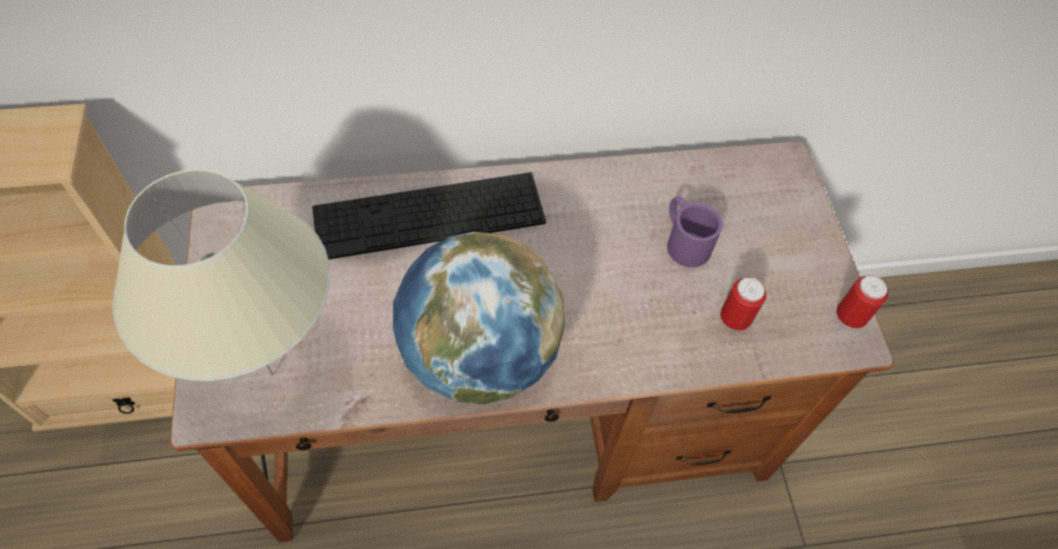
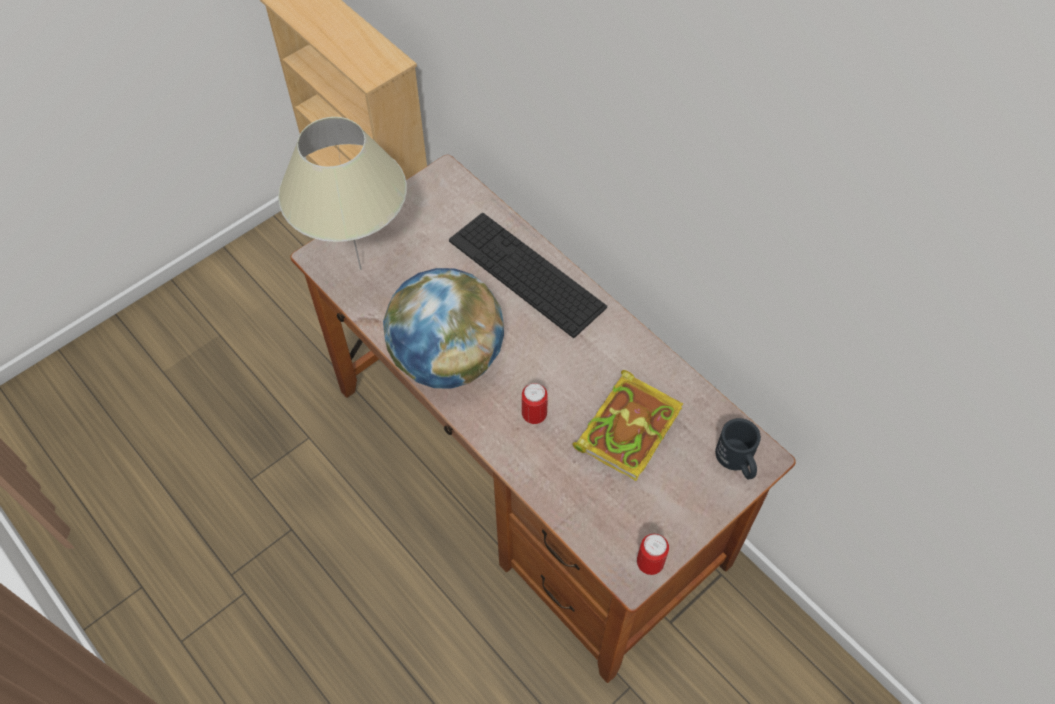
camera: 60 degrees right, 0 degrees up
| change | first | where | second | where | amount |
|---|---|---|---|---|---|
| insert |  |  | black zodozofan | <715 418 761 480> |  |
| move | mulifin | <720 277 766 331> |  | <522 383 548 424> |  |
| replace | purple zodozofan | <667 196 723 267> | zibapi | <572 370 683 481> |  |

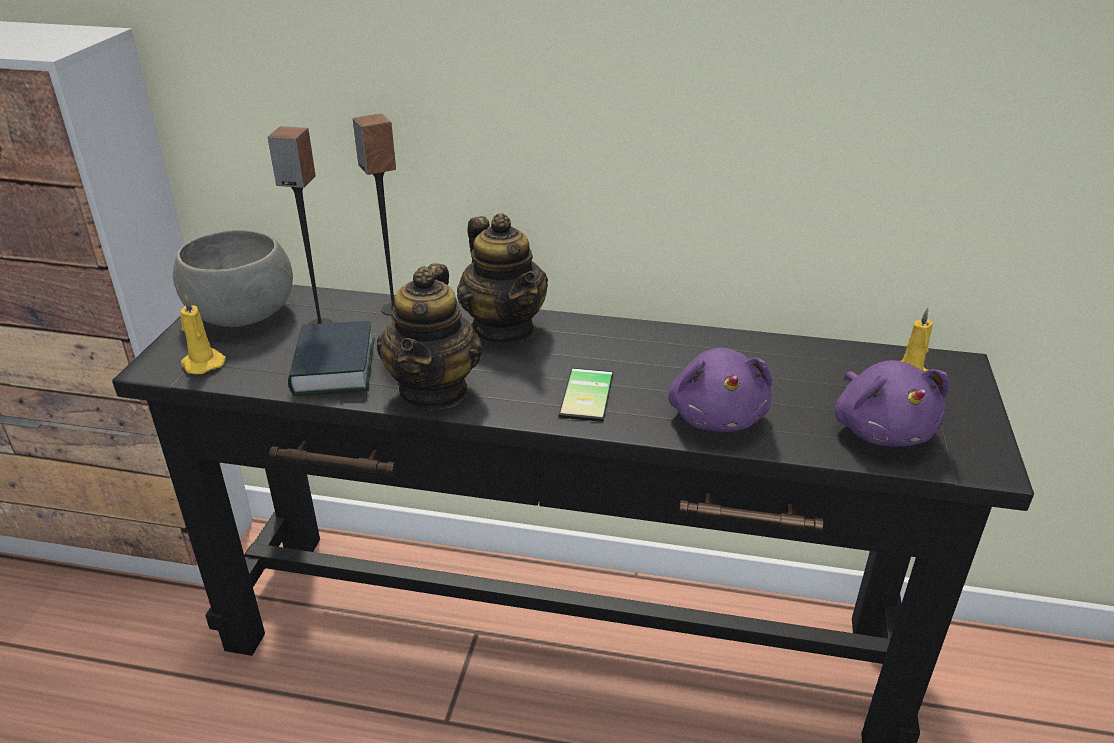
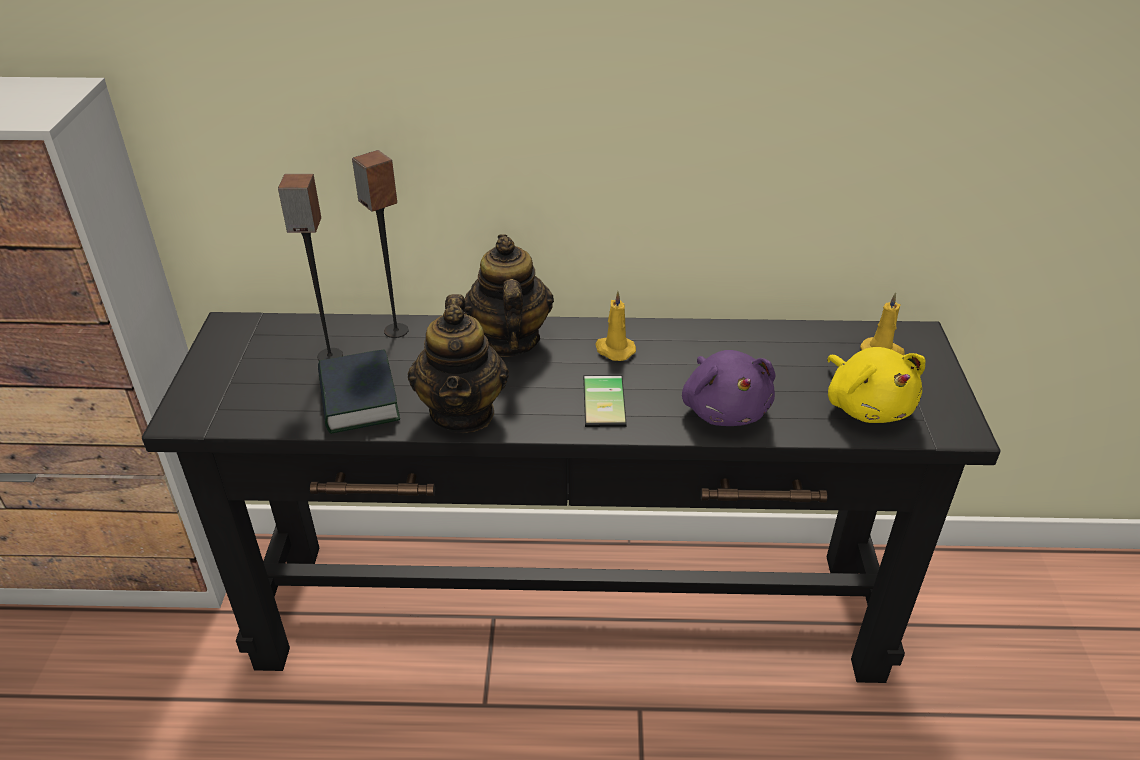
camera: 10 degrees left, 5 degrees up
| change | first | where | second | where | amount |
|---|---|---|---|---|---|
| delete | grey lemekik | <173 230 293 327> |  |  |  |
| move | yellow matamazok | <180 294 226 374> |  | <596 291 636 361> |  |
| recolor | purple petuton | <835 360 949 447> | yellow petuton | <827 347 925 423> |  |
| rotate | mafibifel | <457 213 548 344> |  | <465 234 554 357> | 150 degrees counterclockwise |

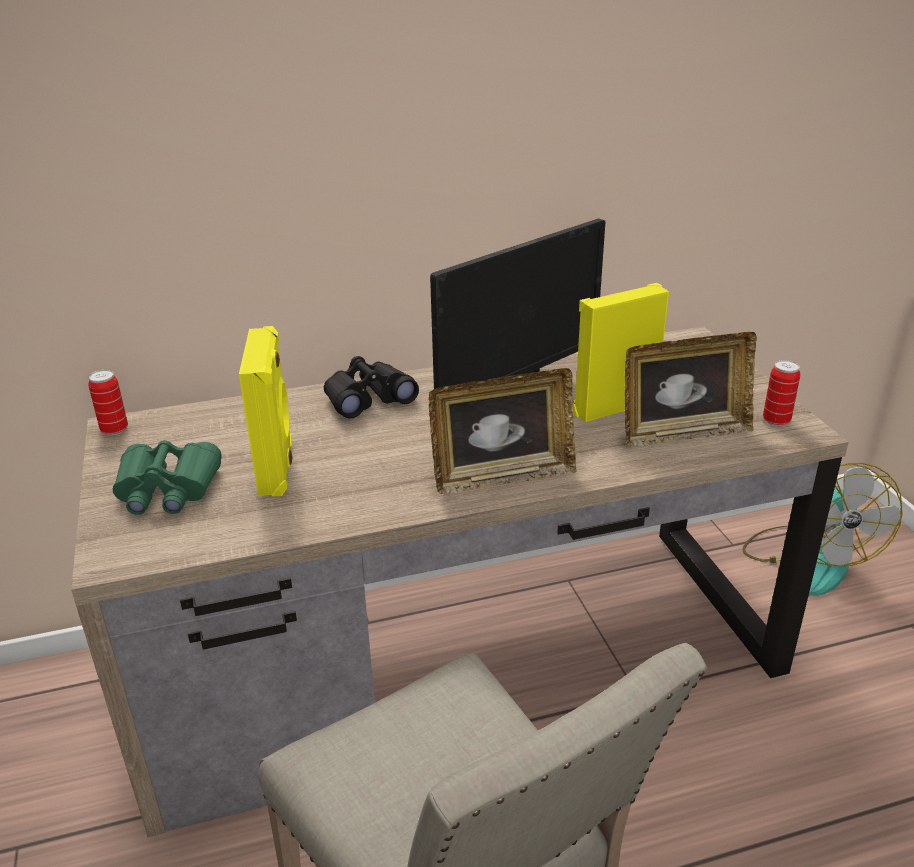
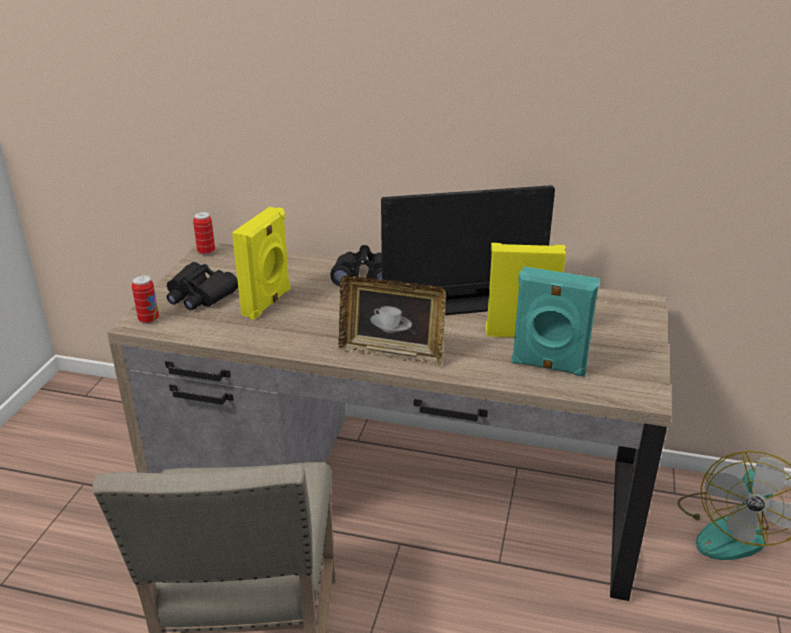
camera: 30 degrees right, 0 degrees up
| change | first | where | second | where | amount |
|---|---|---|---|---|---|
| move | mulifin | <763 360 800 426> |  | <132 275 159 324> |  |
| replace | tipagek | <625 332 757 446> | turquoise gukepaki | <511 266 599 377> |  |
| recolor | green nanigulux | <113 440 222 515> | black nanigulux | <167 262 238 310> |  |

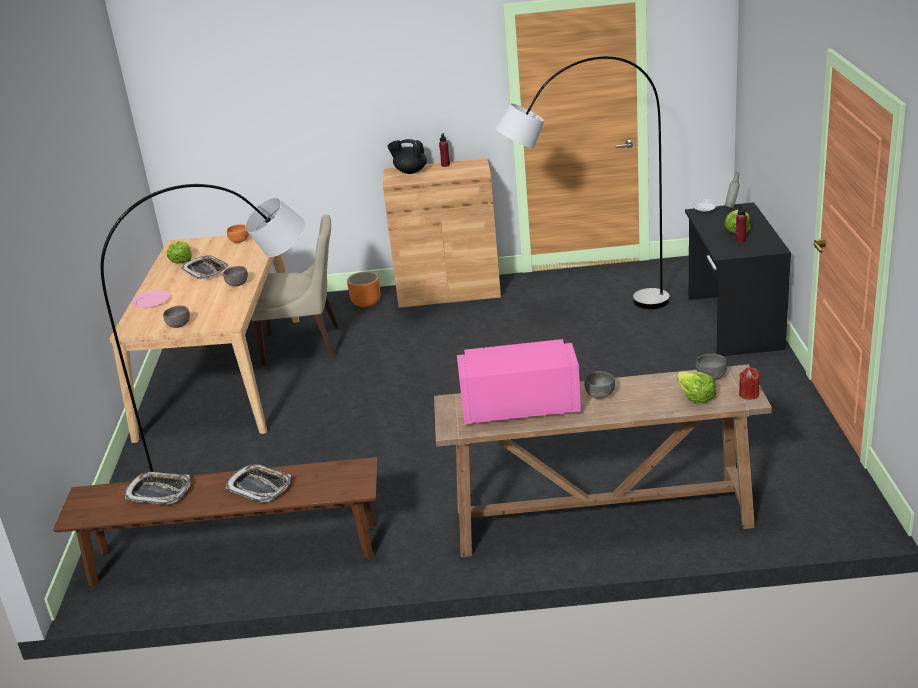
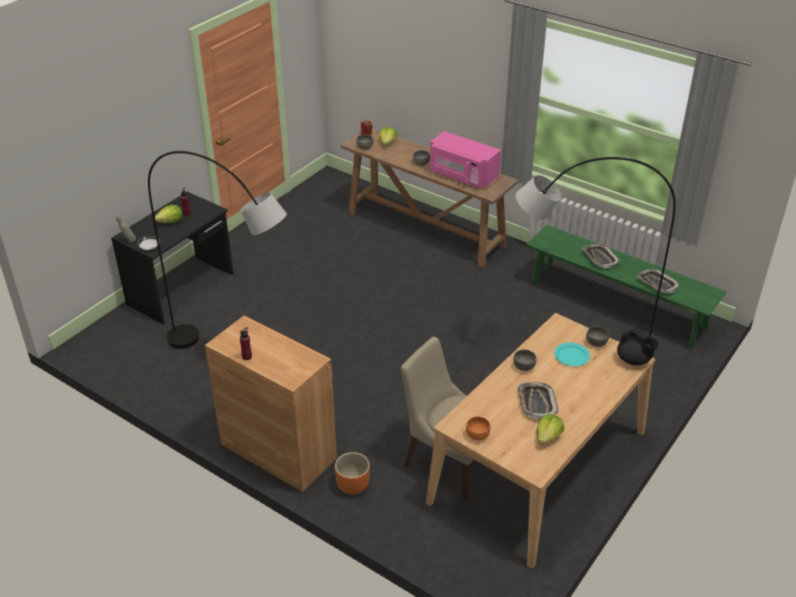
camera: 145 degrees left, 10 degrees up
| change | first | where | second | where | amount |
|---|---|---|---|---|---|
| delete | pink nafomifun | <131 290 171 308> |  |  |  |
| insert |  |  | turquoise nafomifun | <554 342 590 366> |  |
| move | black mafibifel | <387 139 427 174> |  | <617 328 659 365> |  |
| recolor | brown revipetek | <53 457 378 587> | green revipetek | <526 225 727 348> |  |

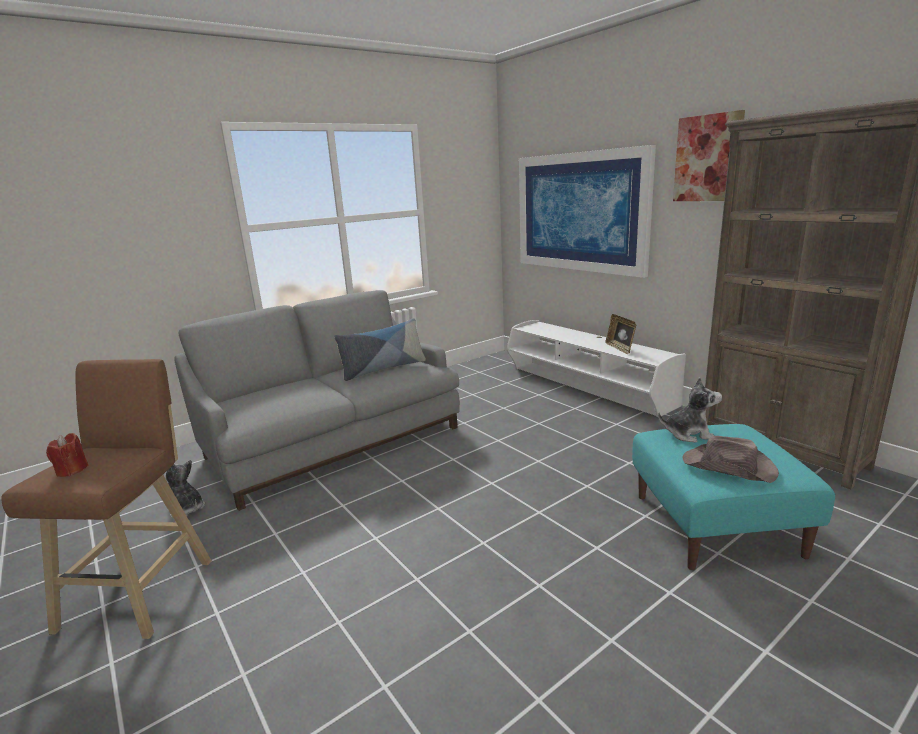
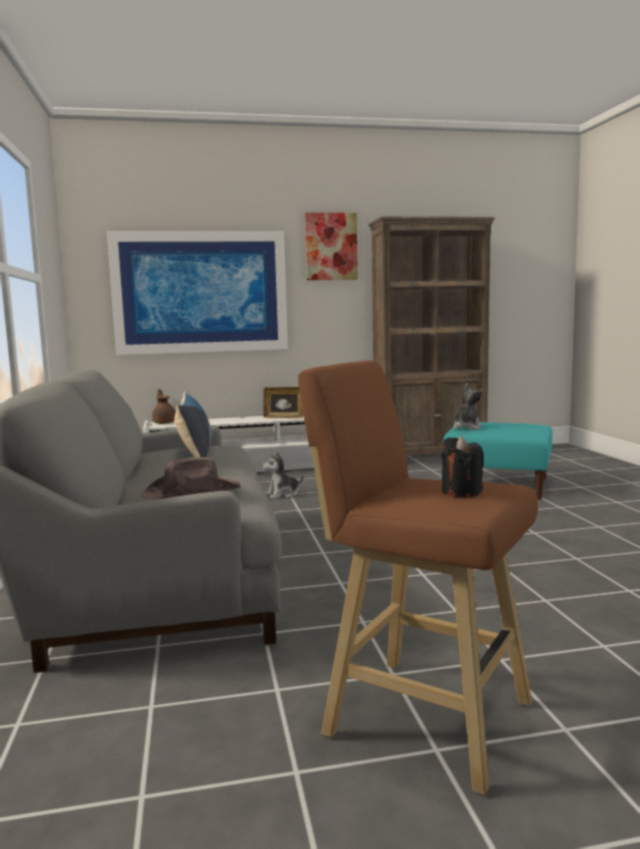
camera: 65 degrees left, 10 degrees down
| change | first | where | second | where | amount |
|---|---|---|---|---|---|
| insert |  |  | brown mafibifel | <152 389 176 424> |  |
| move | petuton | <165 460 205 517> |  | <262 452 304 499> |  |
| move | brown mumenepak | <682 436 779 483> |  | <140 457 241 500> |  |
| recolor | red matamazok | <46 433 88 477> | black matamazok | <442 436 484 497> |  |

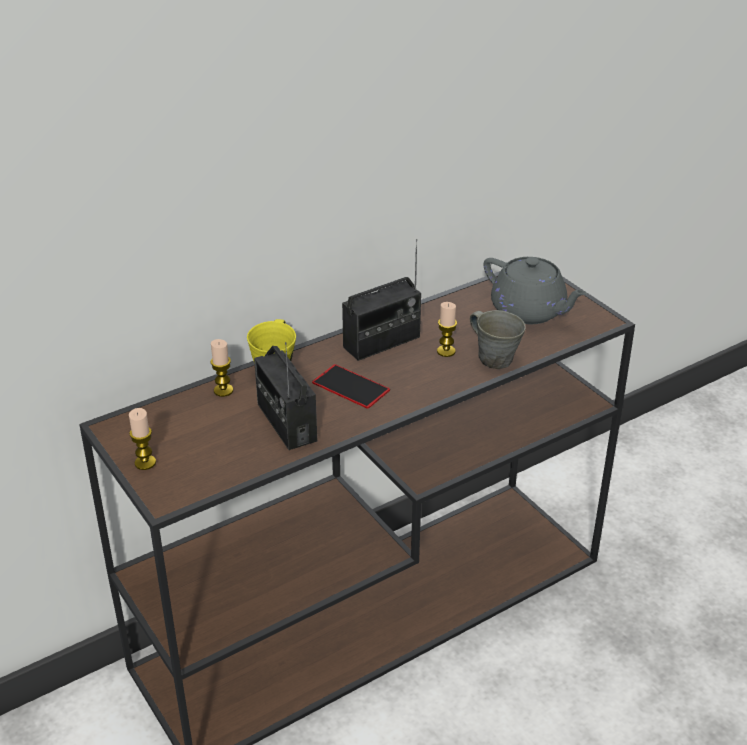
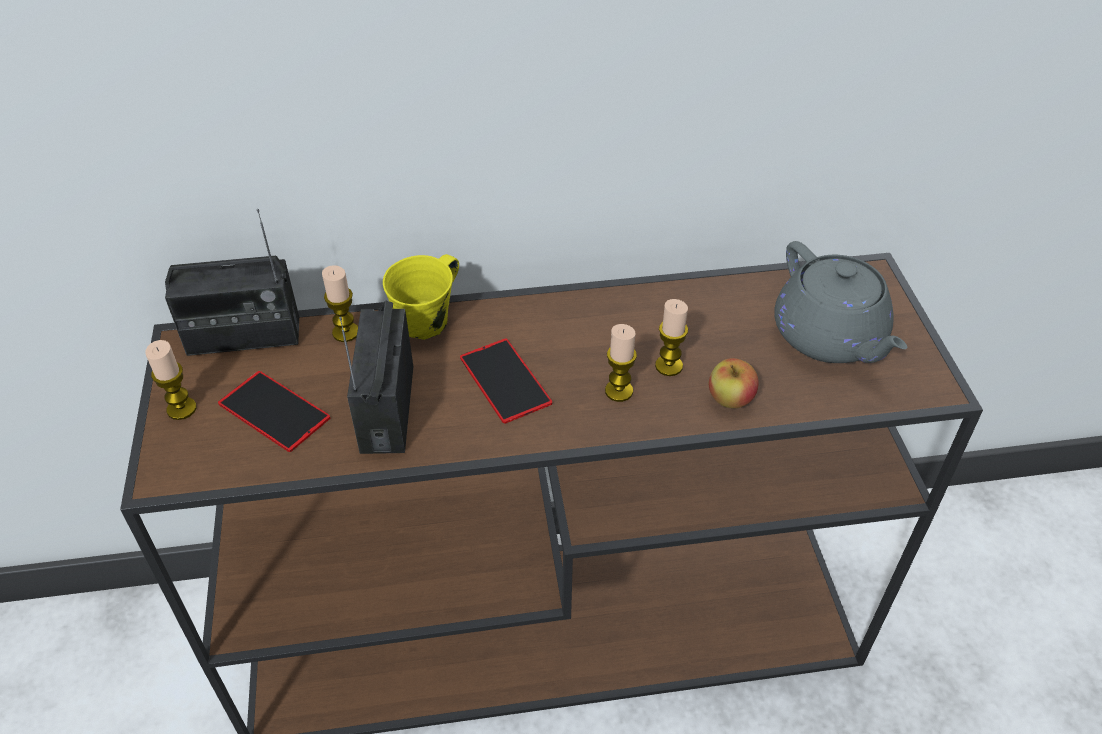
camera: 25 degrees right, 10 degrees up
| change | first | where | second | where | amount |
|---|---|---|---|---|---|
| insert |  |  | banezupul | <218 371 330 452> |  |
| insert |  |  | matamazok | <605 324 637 402> |  |
| move | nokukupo | <342 239 421 361> |  | <165 209 299 356> |  |
| replace | grey zodozofan | <470 310 526 369> | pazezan | <709 358 759 408> |  |

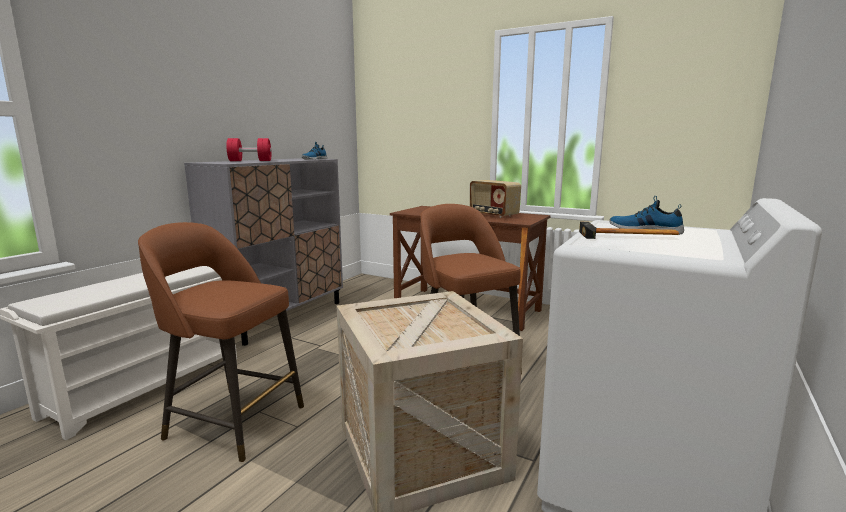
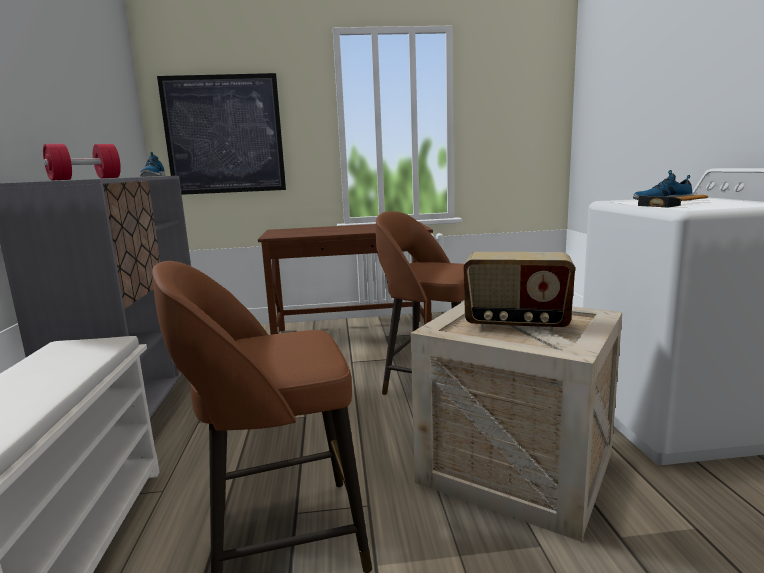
camera: 35 degrees left, 0 degrees up
| change | first | where | second | where | amount |
|---|---|---|---|---|---|
| insert |  |  | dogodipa | <157 73 286 195> |  |
| move | nokukupo | <470 180 521 218> |  | <463 252 575 331> |  |

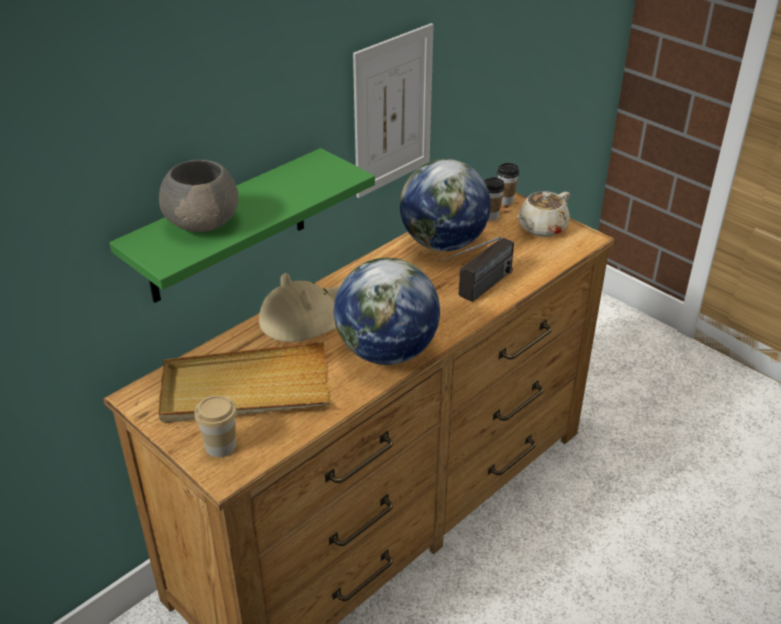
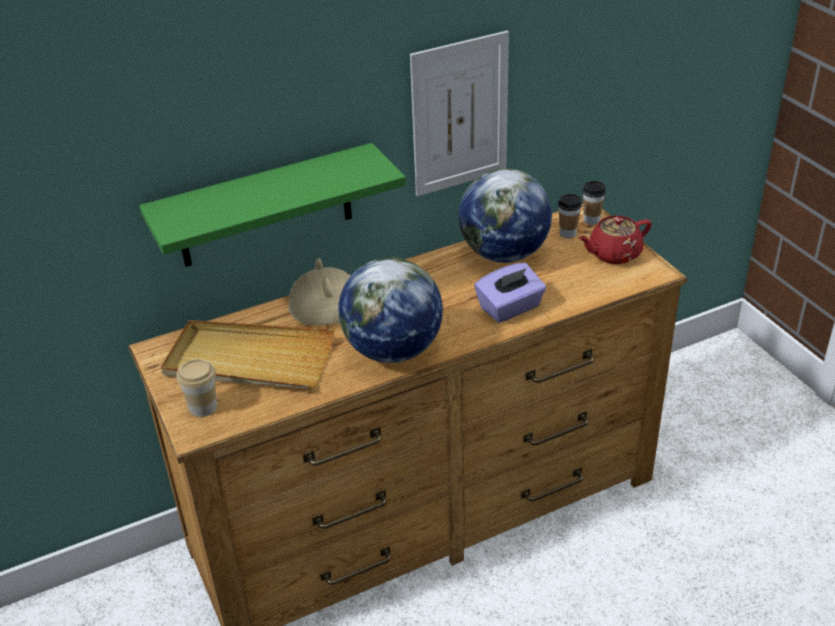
camera: 20 degrees right, 0 degrees up
| change | first | where | second | where | amount |
|---|---|---|---|---|---|
| delete | grey lemekik | <159 160 238 232> |  |  |  |
| replace | nokukupo | <438 237 514 302> | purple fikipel | <474 263 546 323> |  |
| recolor | beige mafibifel | <517 191 570 237> | red mafibifel | <578 215 652 264> |  |

